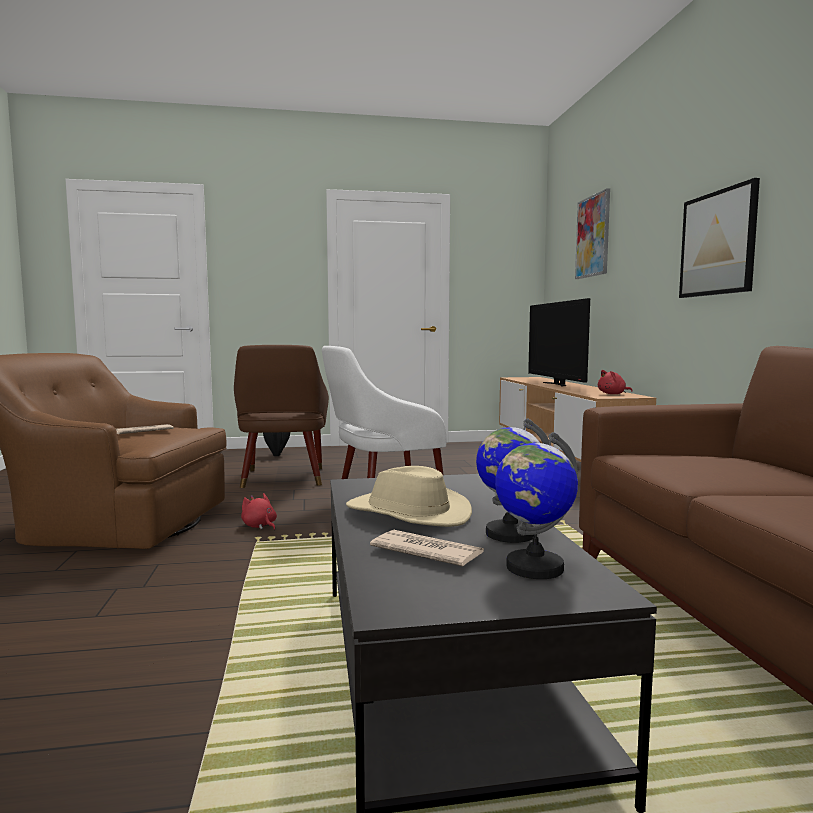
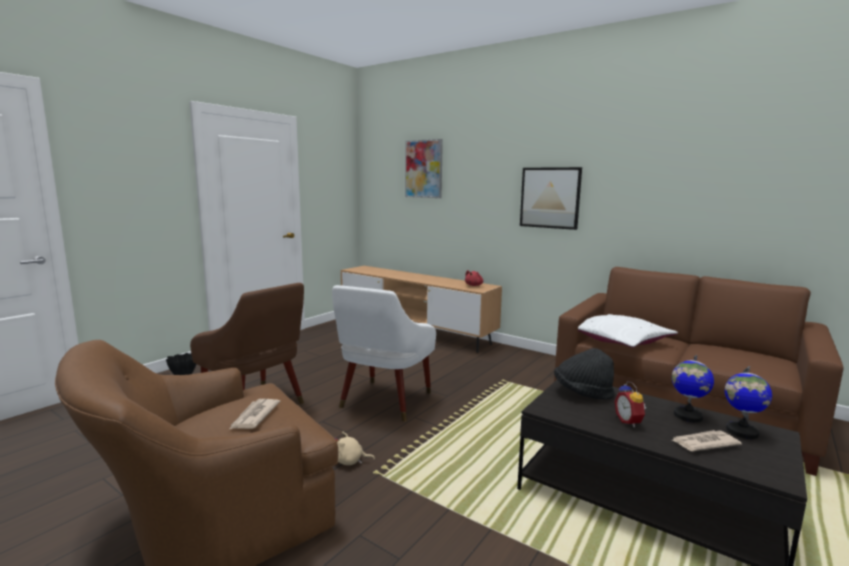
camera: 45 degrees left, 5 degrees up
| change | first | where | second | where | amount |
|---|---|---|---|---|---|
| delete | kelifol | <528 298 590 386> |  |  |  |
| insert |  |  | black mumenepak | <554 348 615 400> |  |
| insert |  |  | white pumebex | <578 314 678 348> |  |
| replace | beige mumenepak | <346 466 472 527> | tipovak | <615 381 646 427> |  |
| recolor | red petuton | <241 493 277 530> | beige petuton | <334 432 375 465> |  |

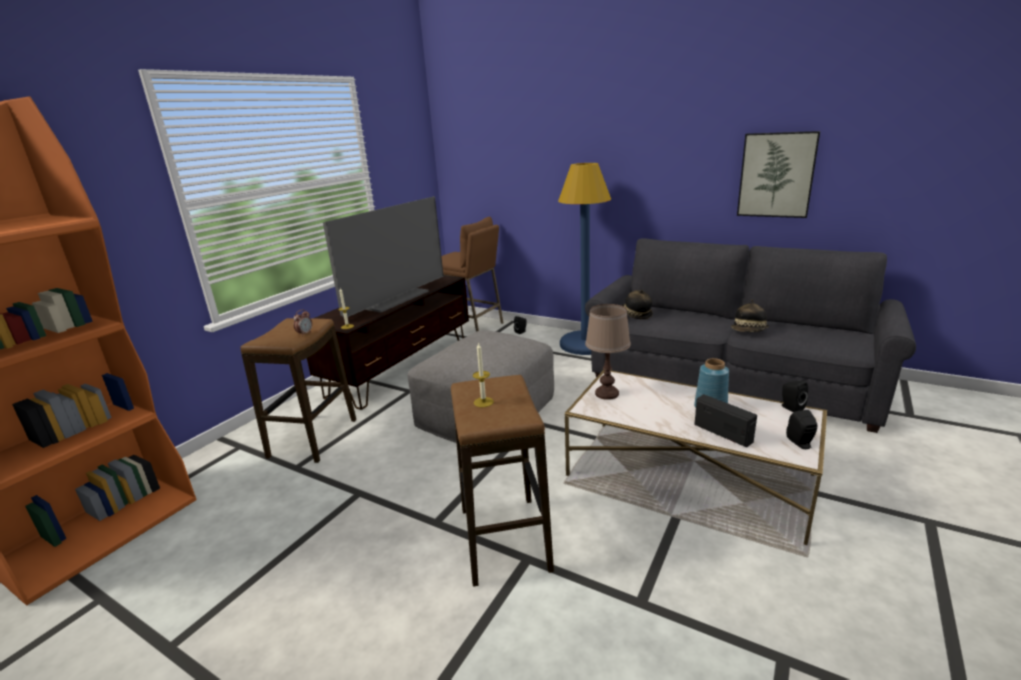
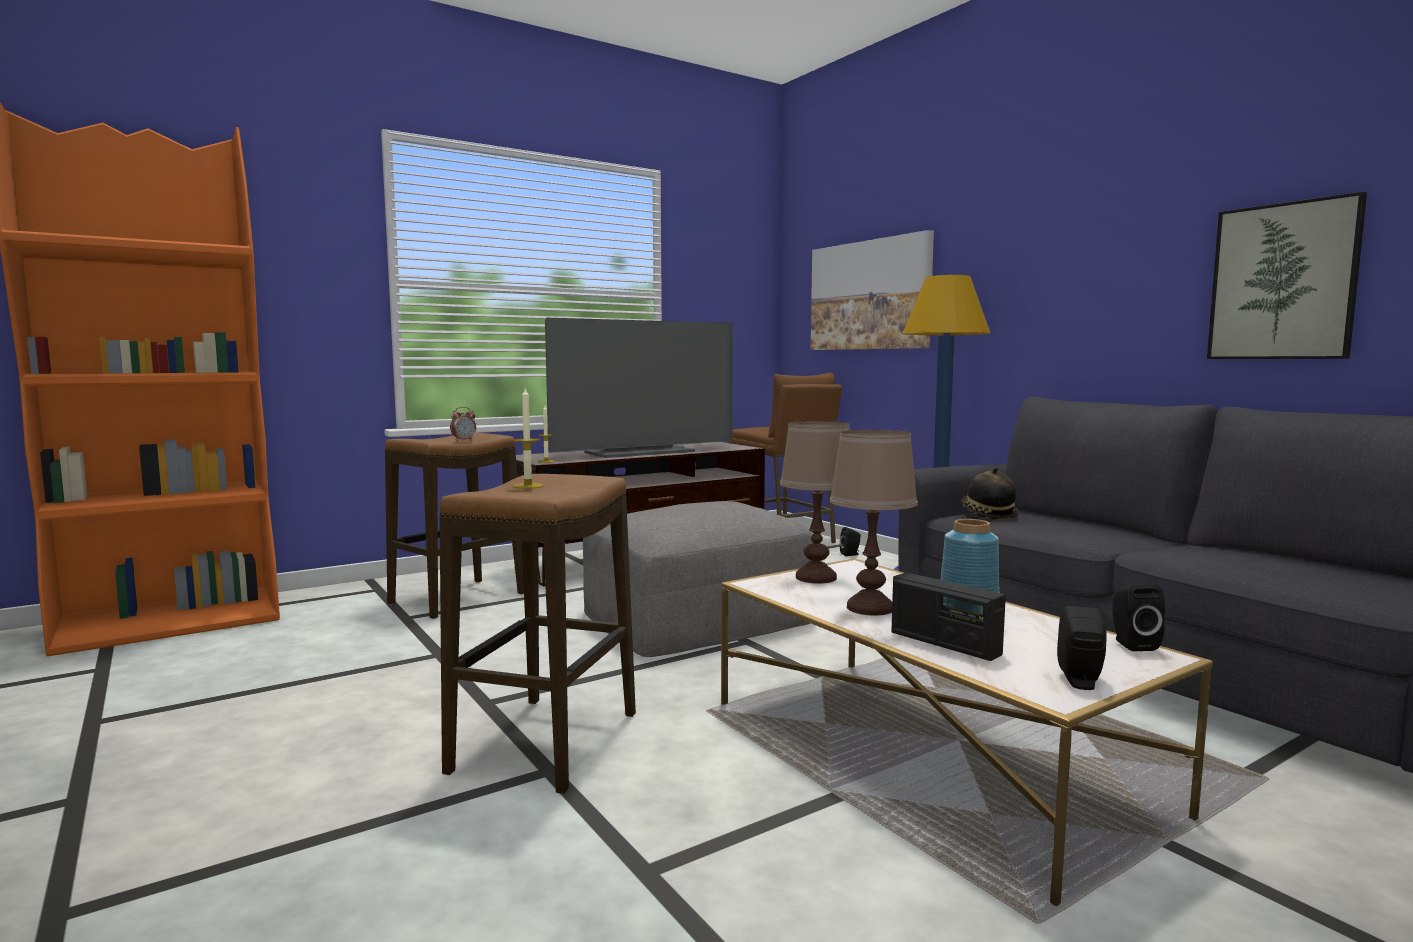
camera: 25 degrees right, 15 degrees down
| change | first | where | second | where | amount |
|---|---|---|---|---|---|
| delete | mumenepak | <731 299 769 332> |  |  |  |
| insert |  |  | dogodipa | <811 230 934 350> |  |
| insert |  |  | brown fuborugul | <830 430 918 616> |  |
| rotate | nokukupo | <694 394 757 447> |  | <891 572 1006 661> | 150 degrees clockwise |

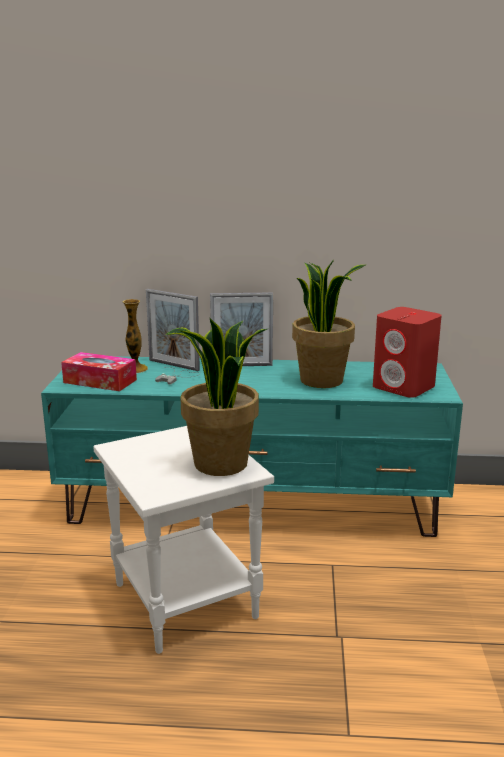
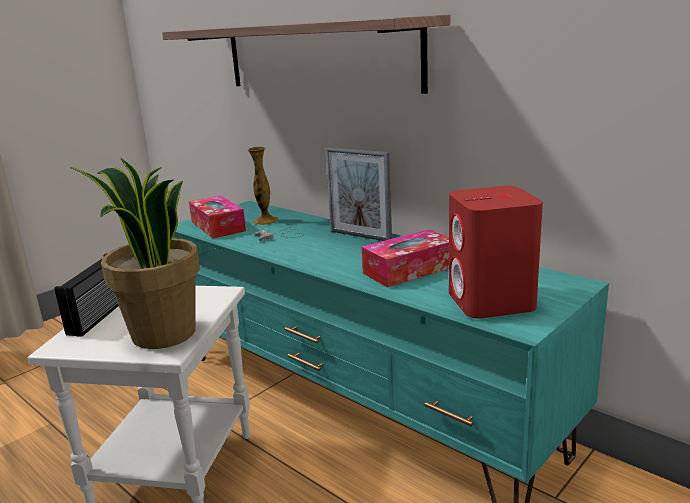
camera: 40 degrees right, 0 degrees up
| change | first | where | second | where | amount |
|---|---|---|---|---|---|
| delete | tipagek | <146 289 200 371> |  |  |  |
| insert |  |  | nokukupo | <55 253 119 337> |  |
| insert |  |  | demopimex | <162 14 451 94> |  |
| replace | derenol | <292 260 365 388> | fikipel | <362 229 449 288> |  |

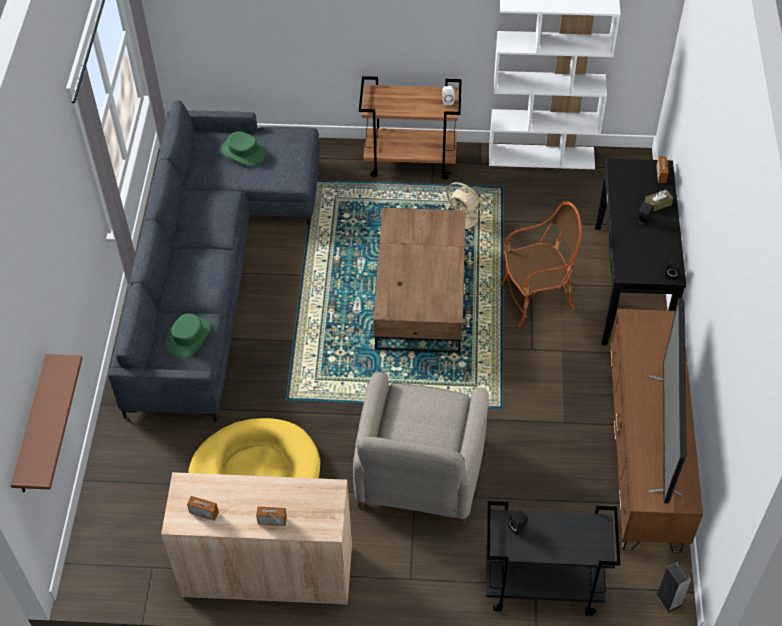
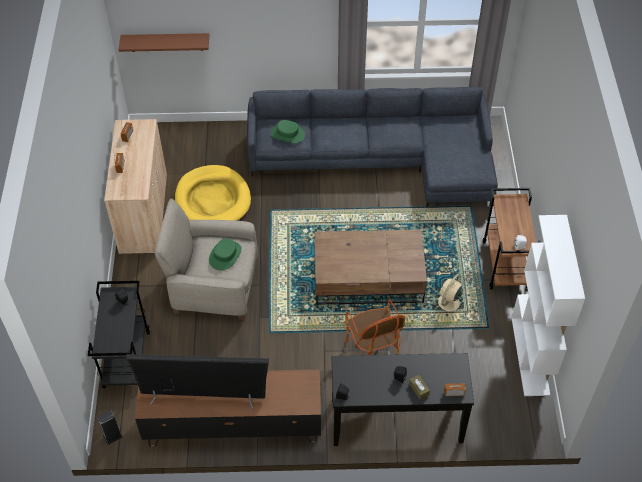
camera: 85 degrees right, 0 degrees up
| change | first | where | second | where | amount |
|---|---|---|---|---|---|
| move | green mumenepak | <220 131 266 166> |  | <209 239 242 271> |  |

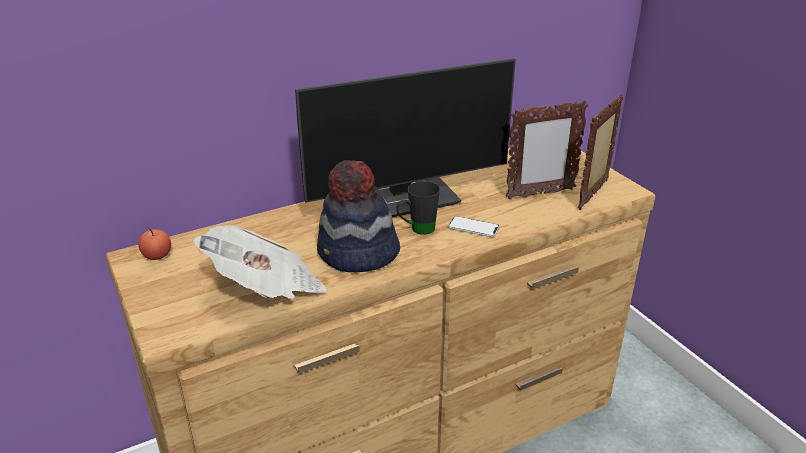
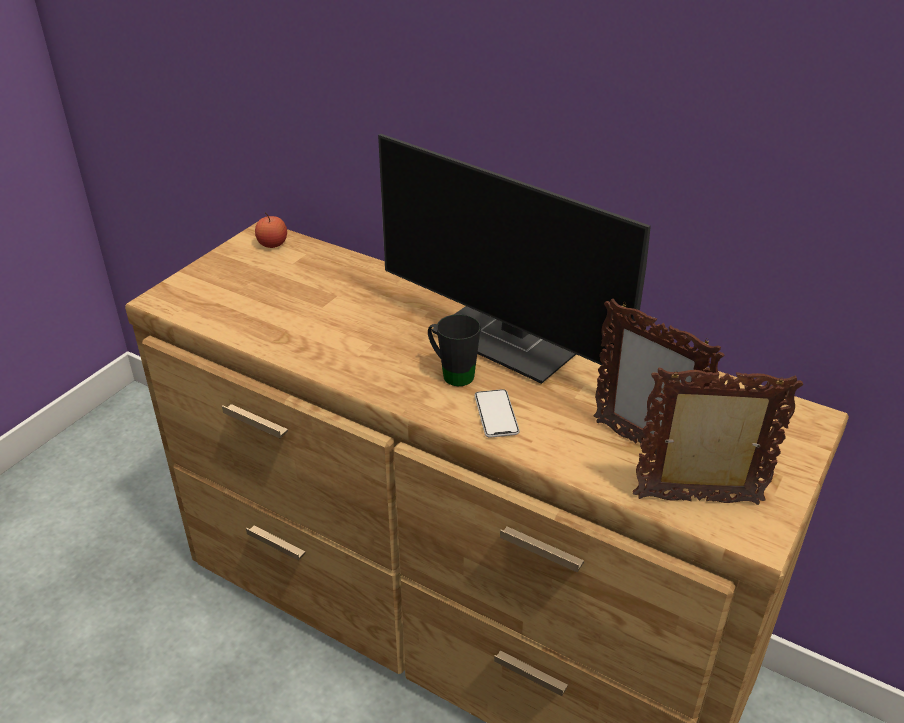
camera: 60 degrees right, 5 degrees up
| change | first | where | second | where | amount |
|---|---|---|---|---|---|
| delete | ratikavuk | <193 225 327 299> |  |  |  |
| delete | mumenepak | <317 160 400 272> |  |  |  |

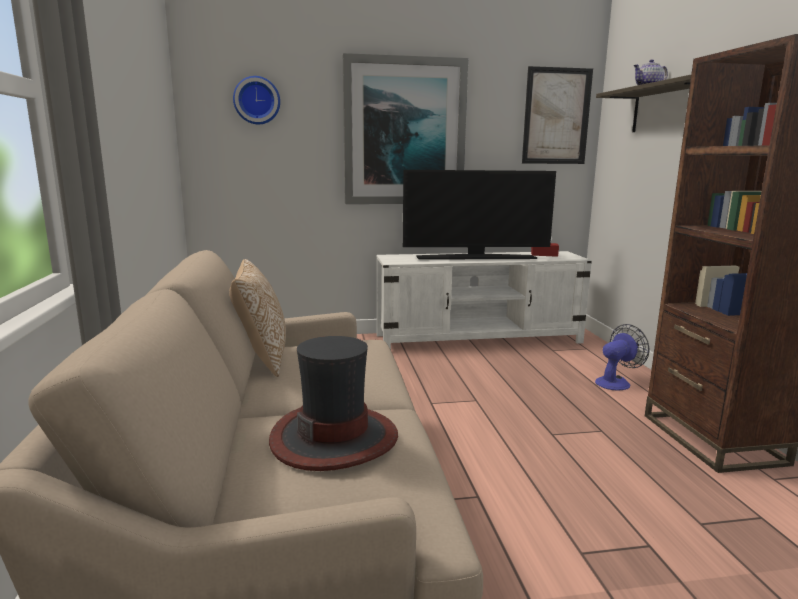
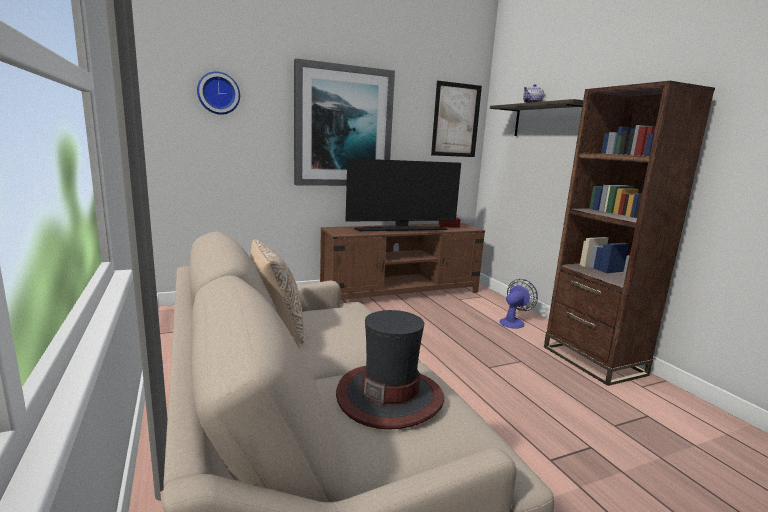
camera: 15 degrees left, 0 degrees up
| change | first | where | second | where | amount |
|---|---|---|---|---|---|
| recolor | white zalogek | <377 251 592 350> | brown zalogek | <320 223 485 300> |  |

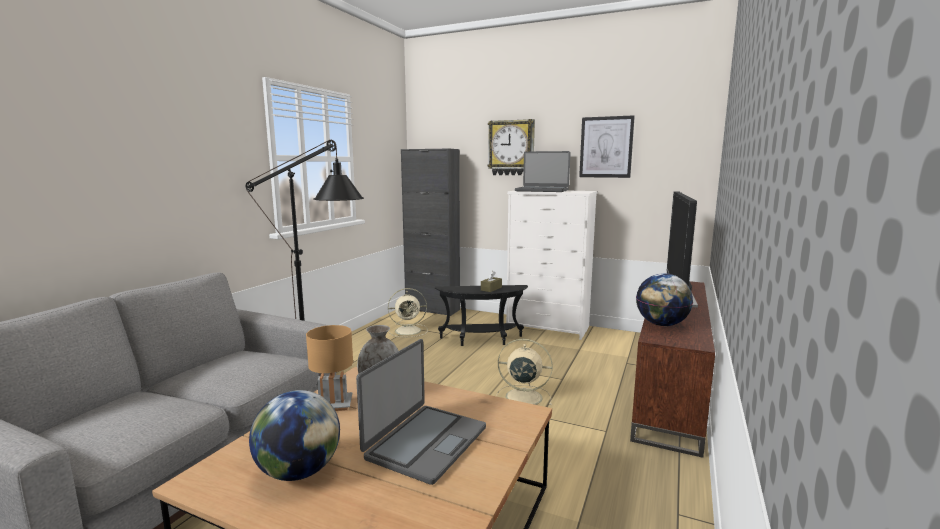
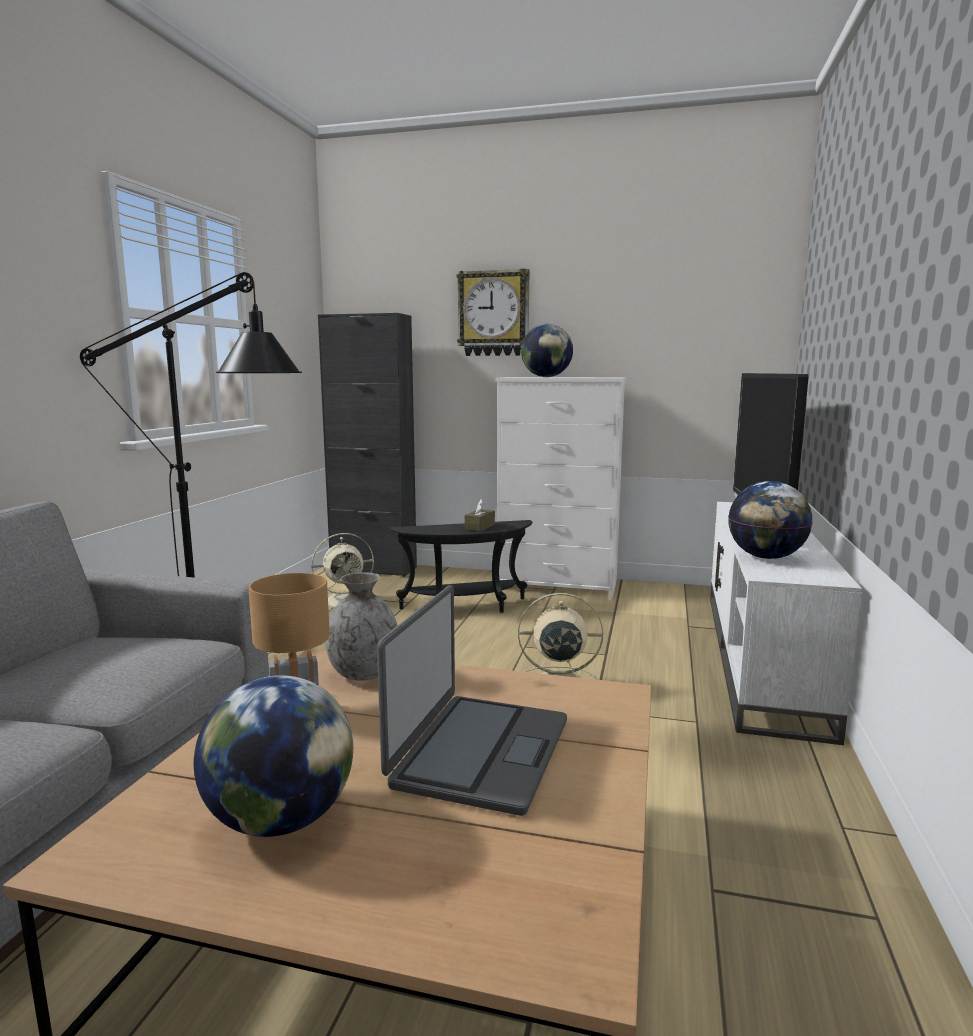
camera: 10 degrees left, 0 degrees up
| change | first | where | second | where | amount |
|---|---|---|---|---|---|
| delete | dogodipa | <579 115 635 178> |  |  |  |
| replace | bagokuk | <515 151 571 192> | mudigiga | <521 324 573 377> |  |
| recolor | brown zalogek | <630 281 715 458> | white zalogek | <710 502 862 745> |  |

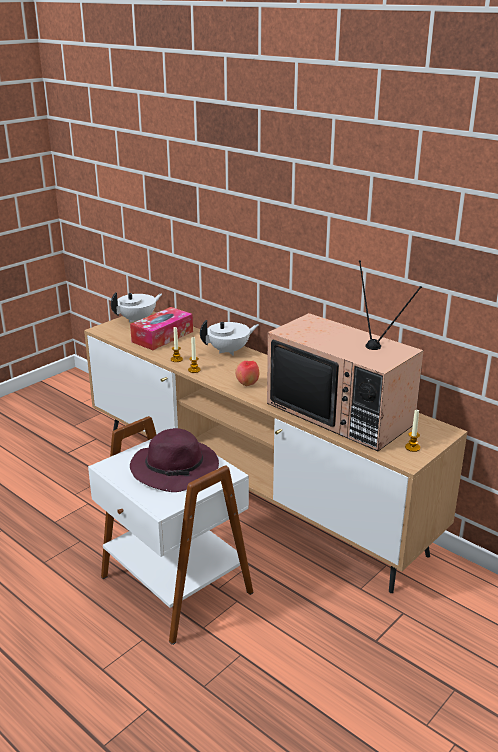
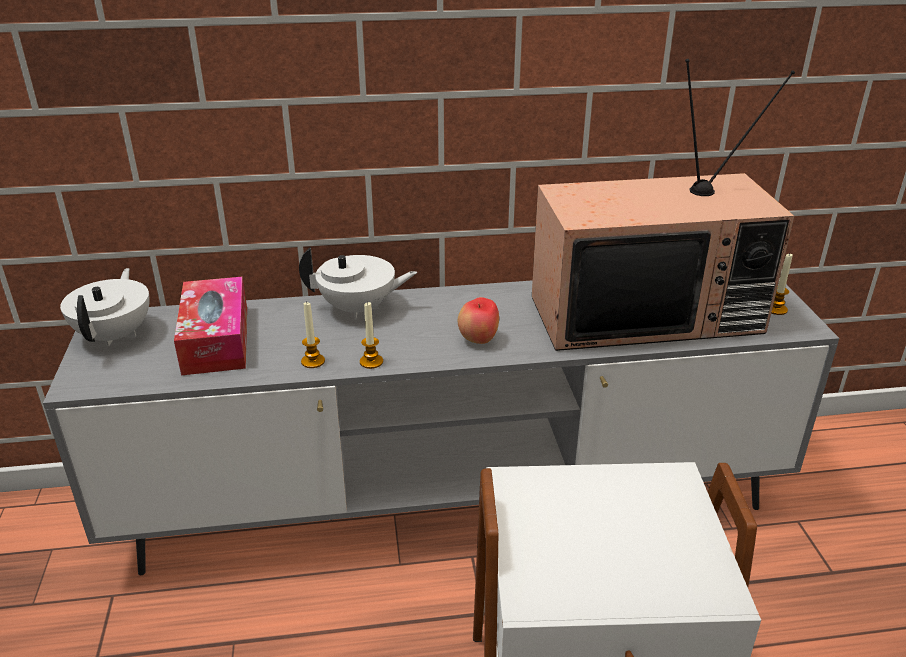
camera: 50 degrees left, 5 degrees up
| change | first | where | second | where | amount |
|---|---|---|---|---|---|
| delete | purple mumenepak | <130 428 219 492> |  |  |  |
| recolor | brown zalogek | <84 311 468 593> | grey zalogek | <43 279 839 575> |  |
| rotate | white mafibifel | <200 320 259 356> |  | <299 247 417 320> | 75 degrees clockwise |

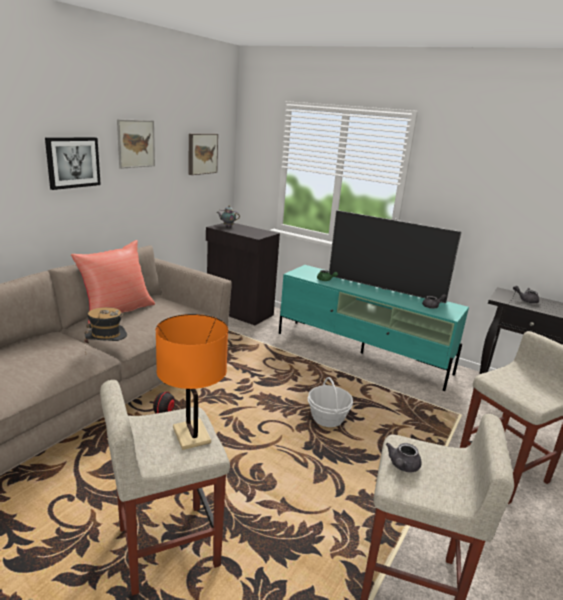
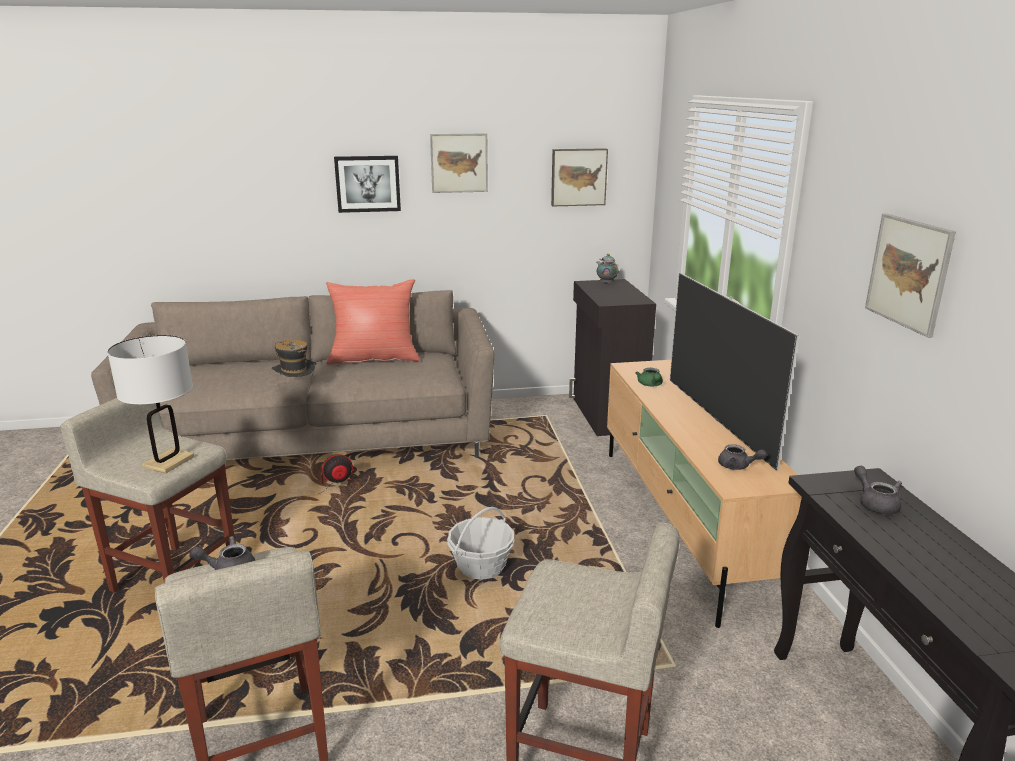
camera: 50 degrees right, 0 degrees up
| change | first | where | second | where | amount |
|---|---|---|---|---|---|
| insert |  |  | dogodipa | <865 213 956 338> |  |
| recolor | orange fuborugul | <155 314 228 450> | white fuborugul | <107 335 194 473> |  |
| recolor | turquoise zalogek | <279 265 469 391> | beige zalogek | <607 360 802 628> |  |

